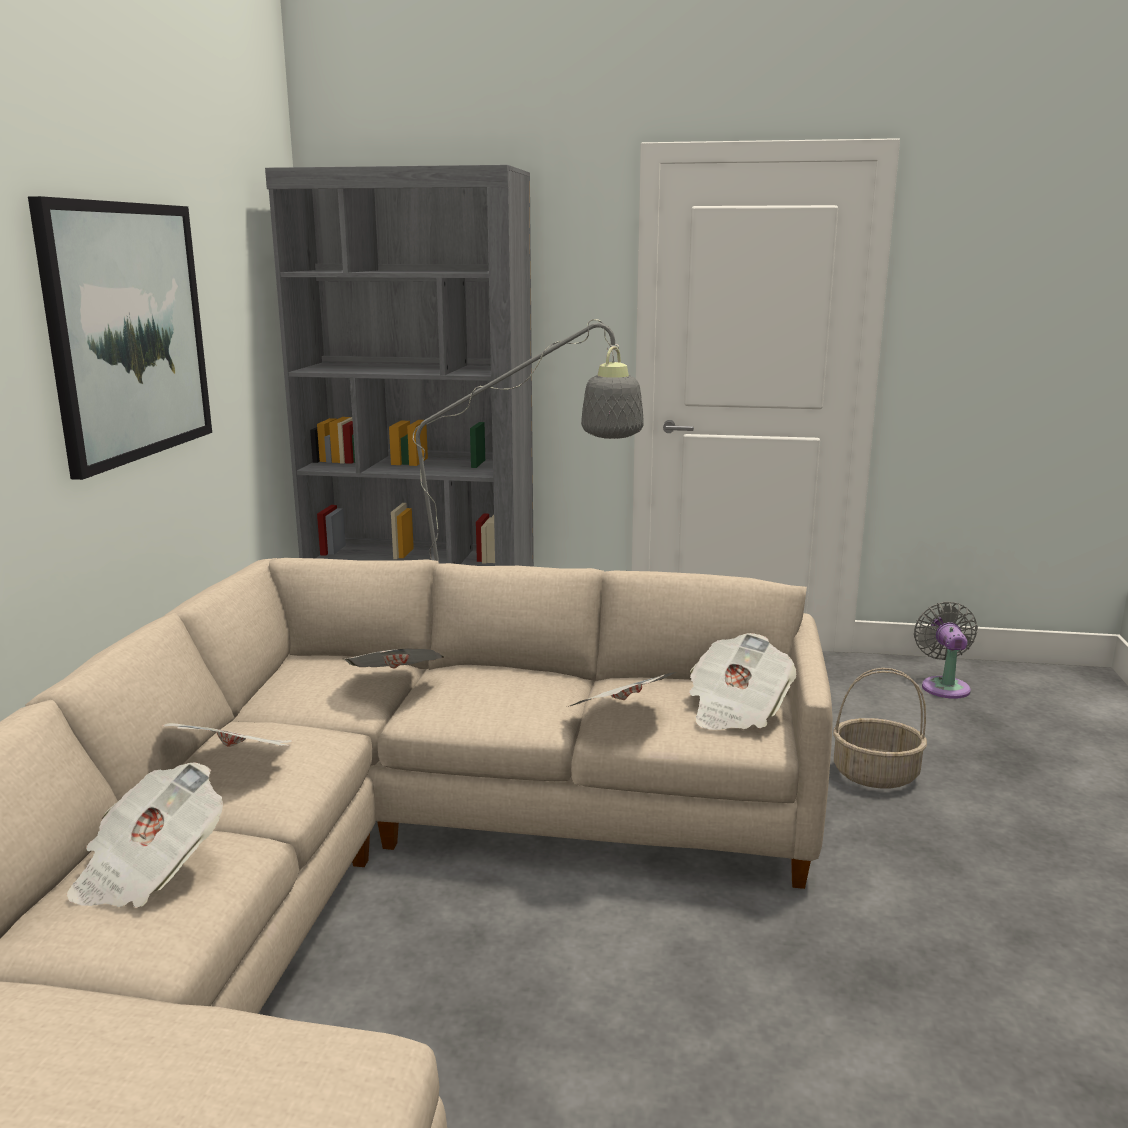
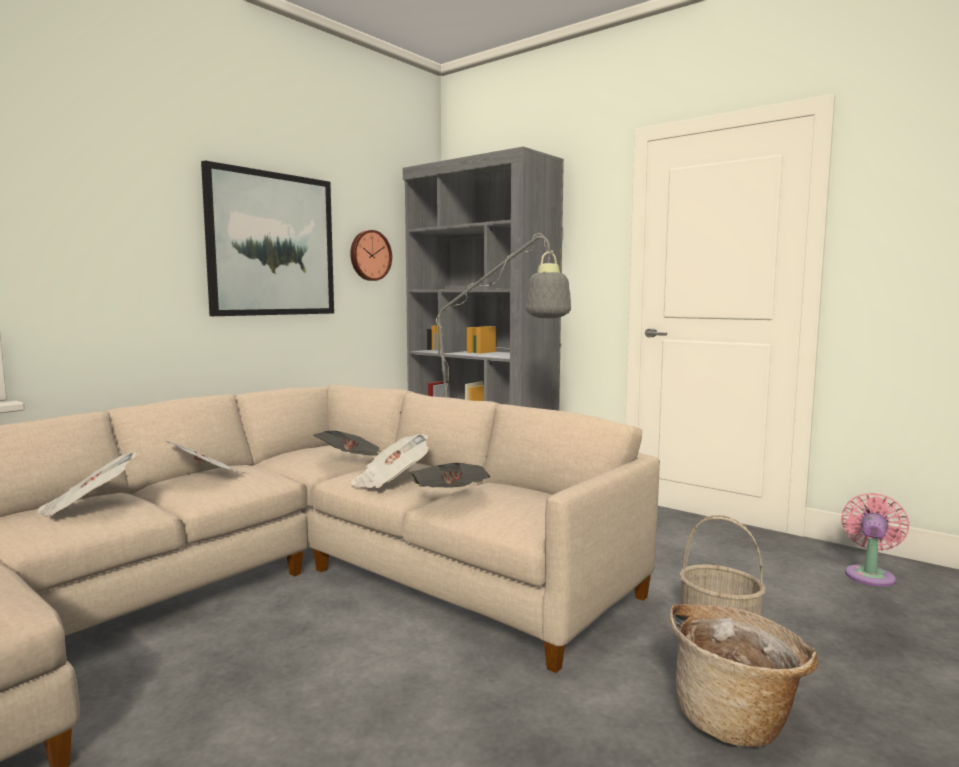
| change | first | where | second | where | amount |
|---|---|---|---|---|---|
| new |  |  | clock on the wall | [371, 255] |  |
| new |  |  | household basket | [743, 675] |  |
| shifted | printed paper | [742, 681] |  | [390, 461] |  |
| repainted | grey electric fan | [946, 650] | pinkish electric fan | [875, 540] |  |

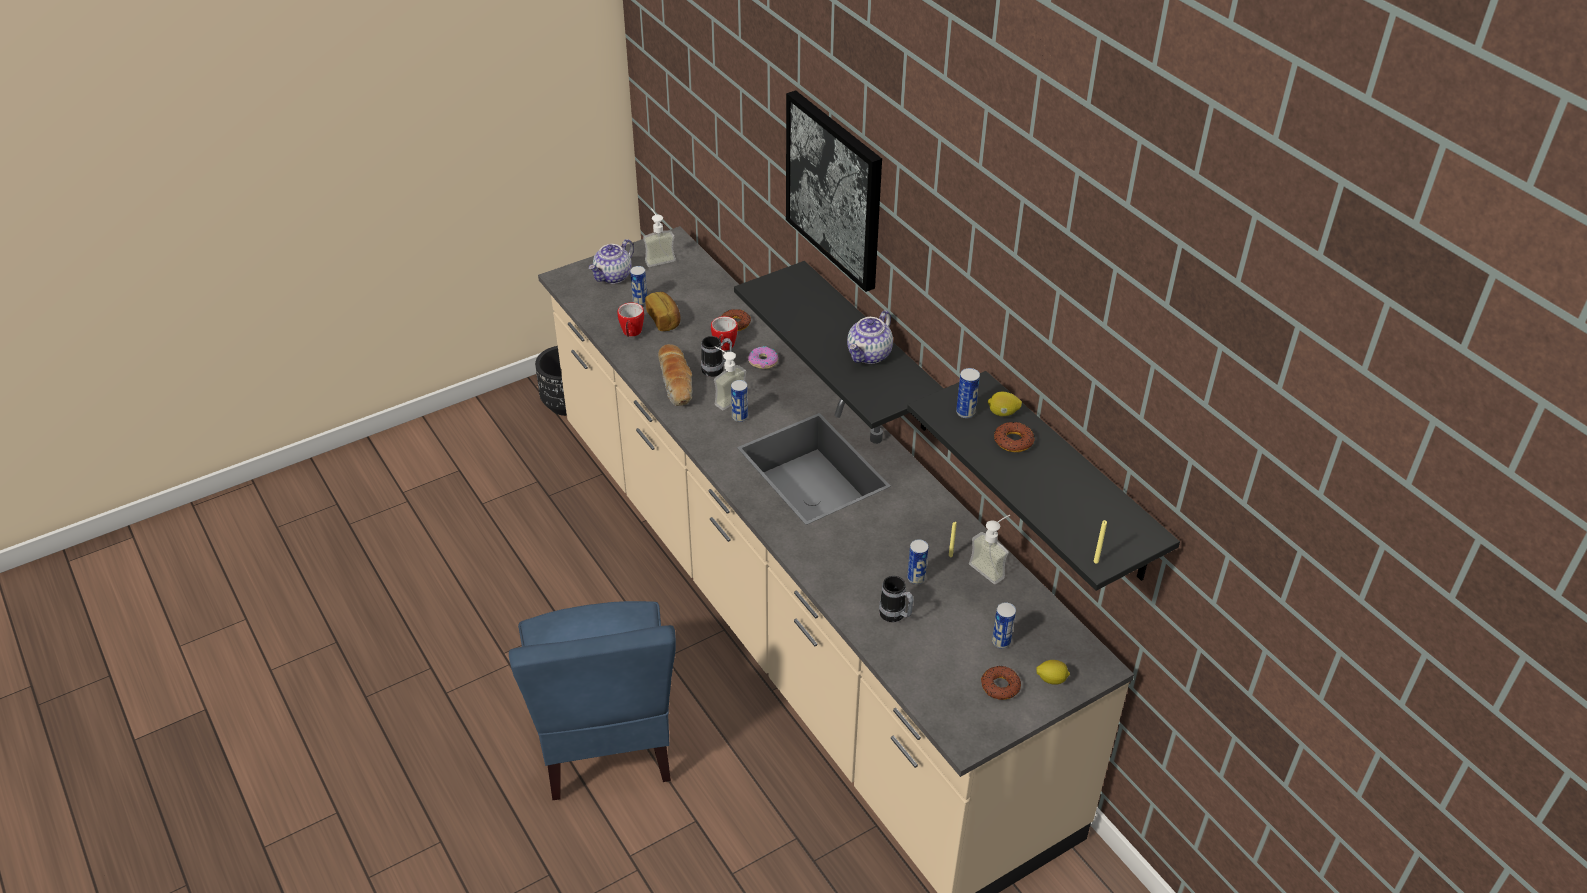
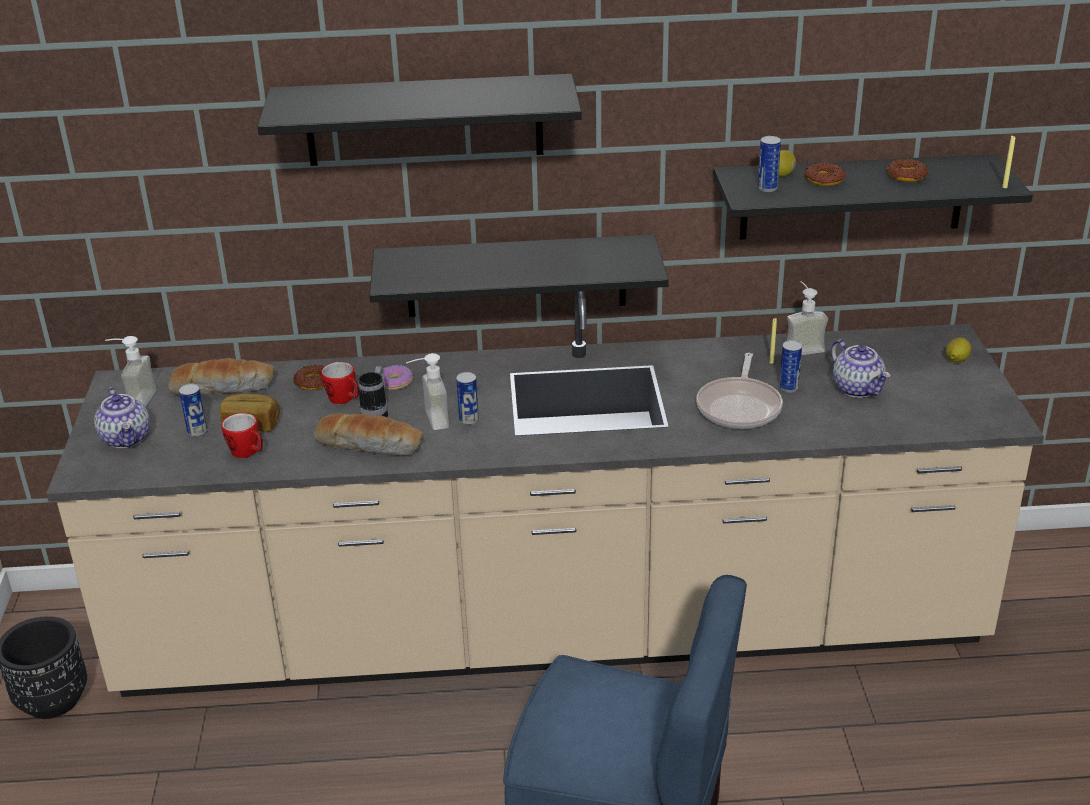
| change | first | where | second | where | amount |
|---|---|---|---|---|---|
| gone | tea mug | [896, 599] |  |  |  |
| gone | metal can | [1004, 625] |  |  |  |
| new |  |  | bakery bread | [221, 376] |  |
| new |  |  | skillet | [739, 391] |  |
| shifted | teapot | [870, 337] |  | [860, 369] |  |
| shifted | doughnut | [1001, 683] |  | [907, 170] |  |
| swapped | wall picture | [834, 191] | black bracket shelf | [420, 120] |  |

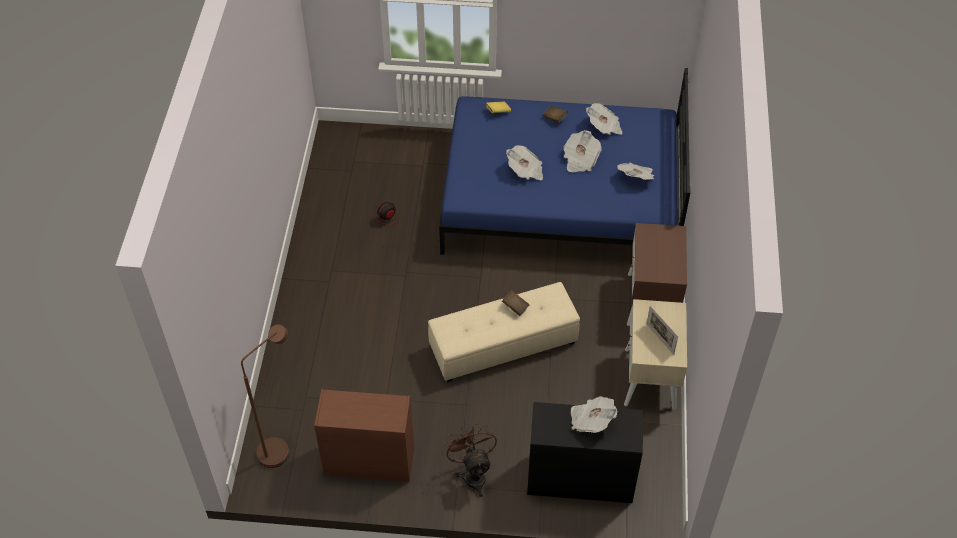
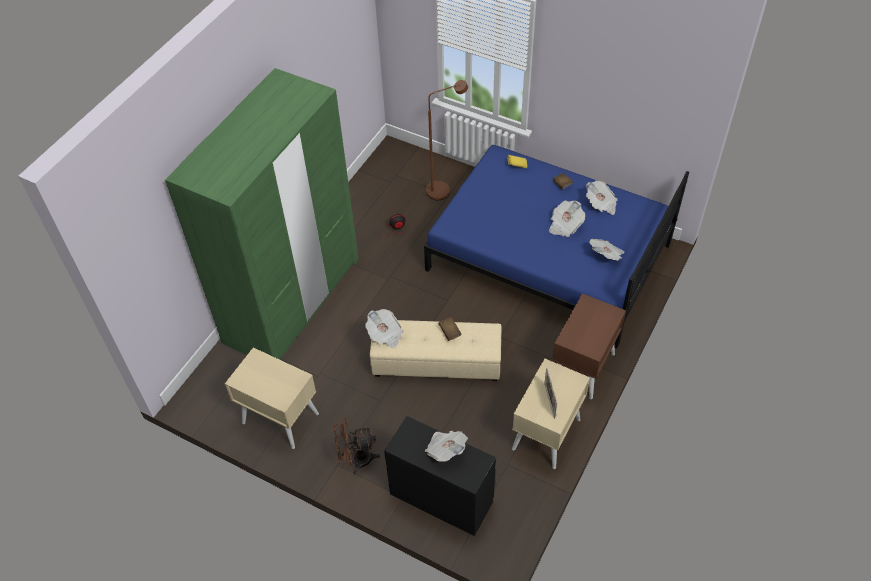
| change | first | where | second | where | amount |
|---|---|---|---|---|---|
| new |  |  | green armoire | [262, 214] |  |
| shifted | brown floor lamp | [265, 396] |  | [447, 140] |  |
| shifted | printed paper | [524, 162] |  | [384, 329] |  |
| swapped | brown chest of drawers | [364, 436] | beige night table | [272, 398] |  |
| rotated | brown electric fan | [470, 460] |  | [357, 446] | 105 degrees counterclockwise |

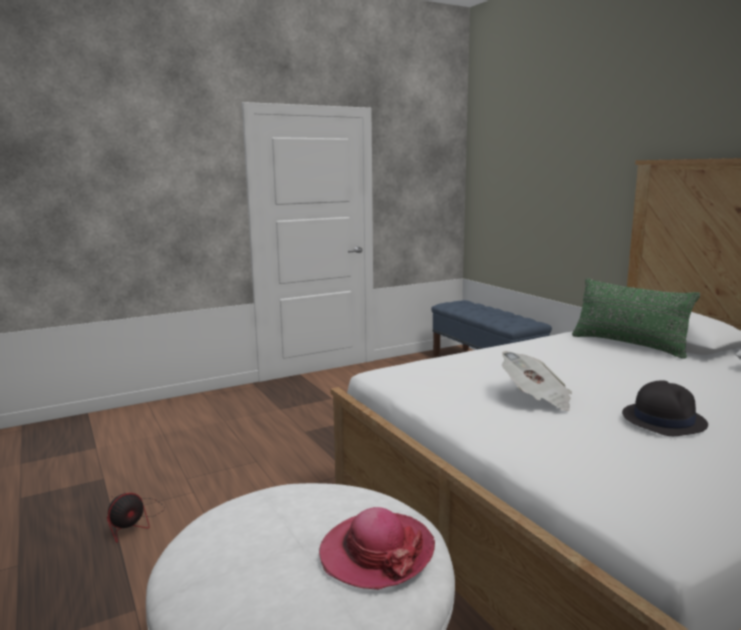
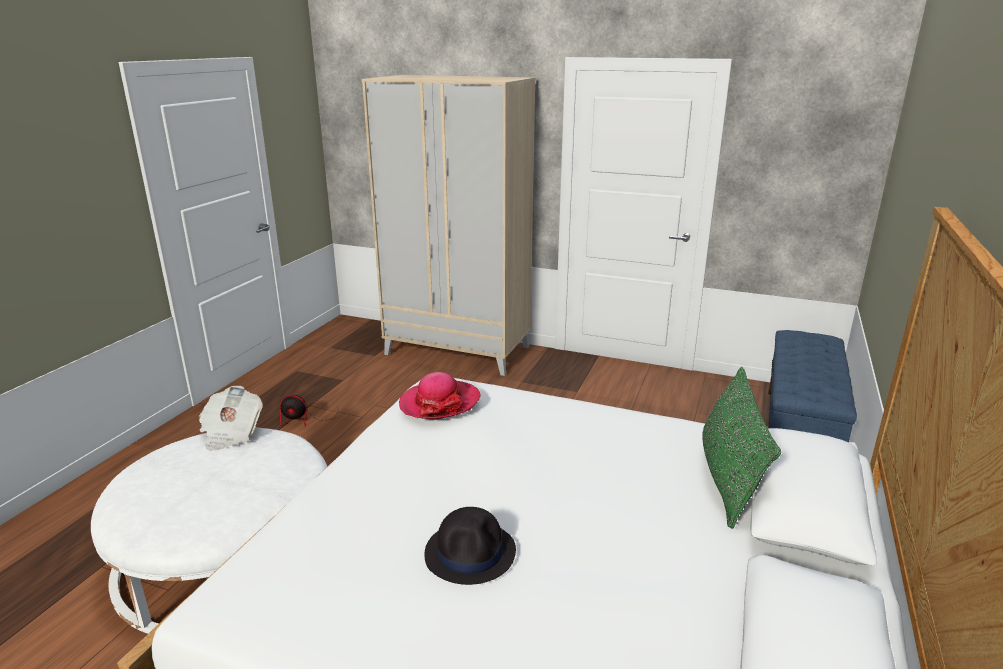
| change | first | where | second | where | amount |
|---|---|---|---|---|---|
| new |  |  | beige armoire | [448, 225] |  |
| shifted | hat | [377, 548] |  | [439, 396] |  |
| shifted | printed paper | [537, 381] |  | [231, 418] |  |

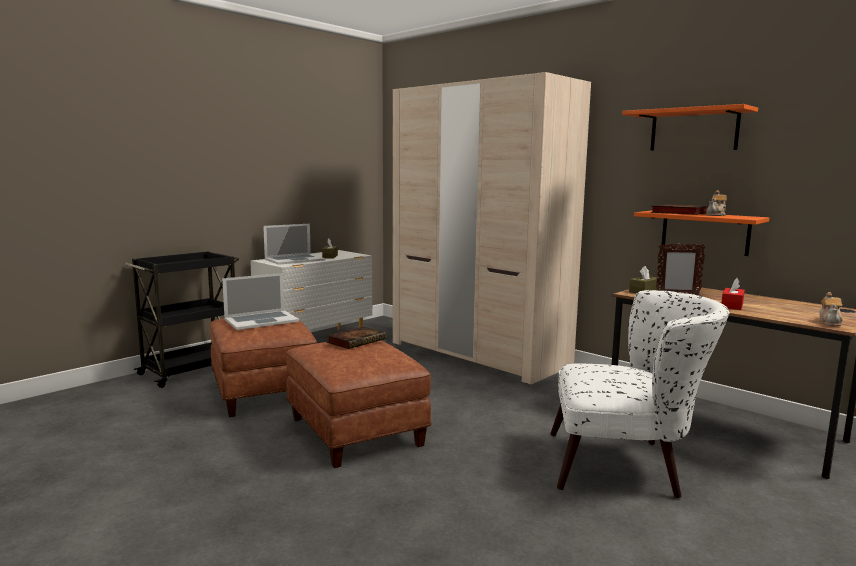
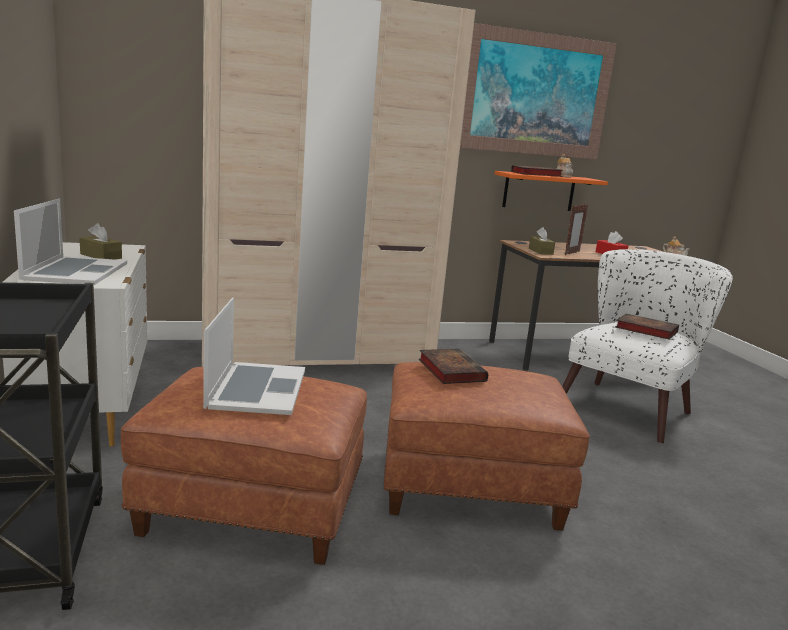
| change | first | where | second | where | amount |
|---|---|---|---|---|---|
| new |  |  | bound book | [647, 326] |  |
| swapped | orangey bracket shelf | [690, 127] | wall picture | [538, 91] |  |

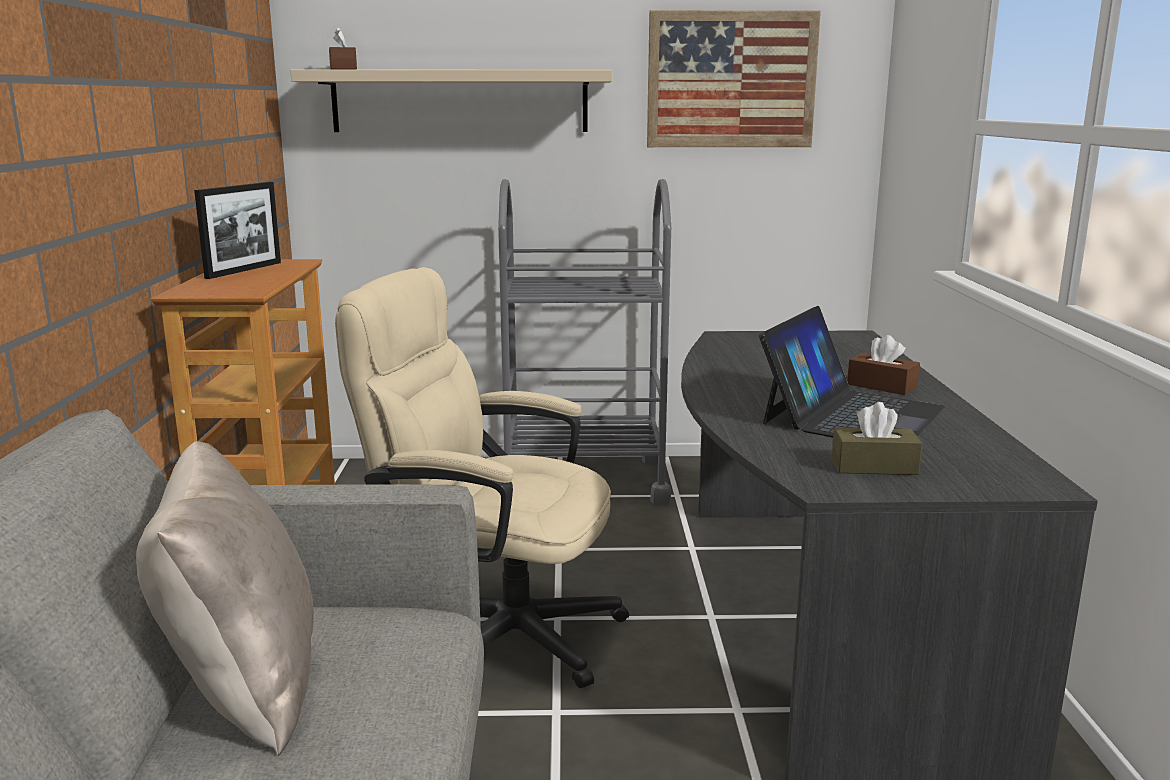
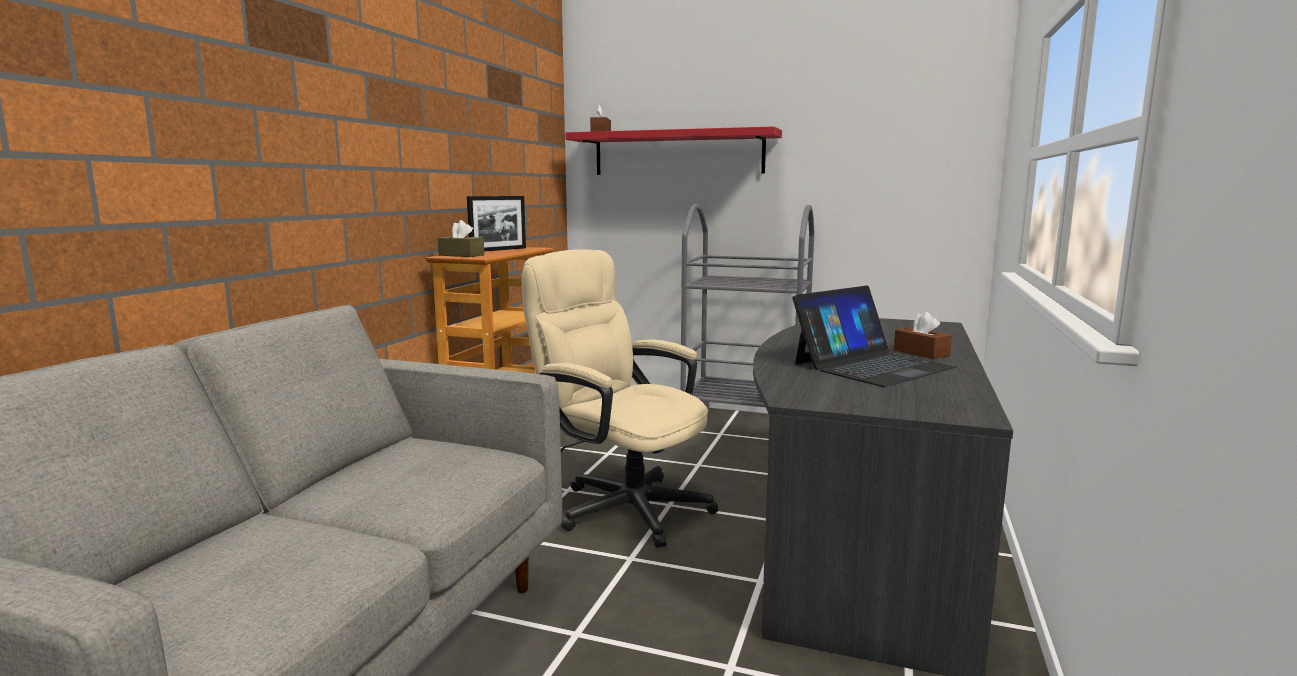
| change | first | where | second | where | amount |
|---|---|---|---|---|---|
| gone | beige pillow | [225, 598] |  |  |  |
| gone | wall picture | [734, 78] |  |  |  |
| shifted | brown box of tissues | [877, 438] |  | [461, 238] |  |
| repainted | beige bracket shelf | [451, 101] | reddish bracket shelf | [673, 150] |  |

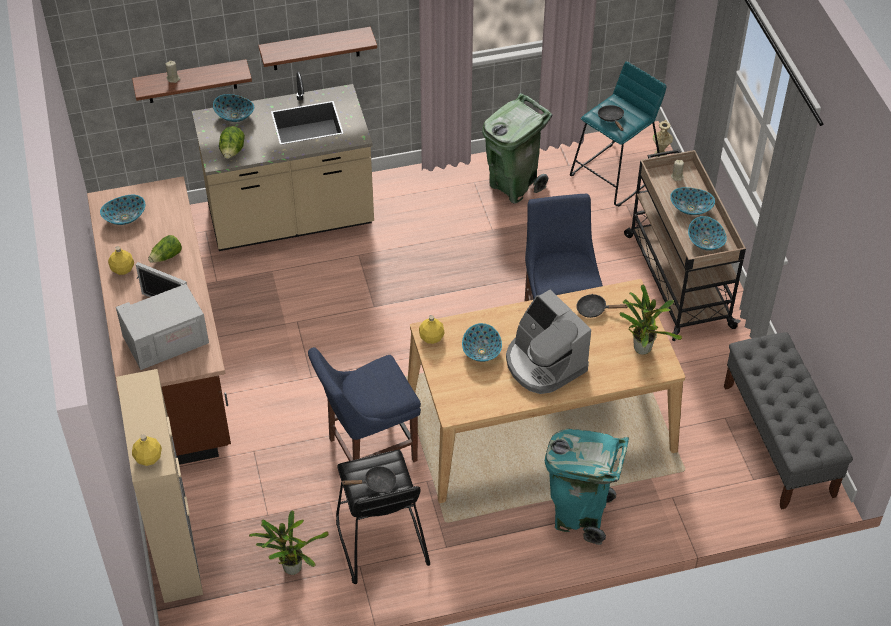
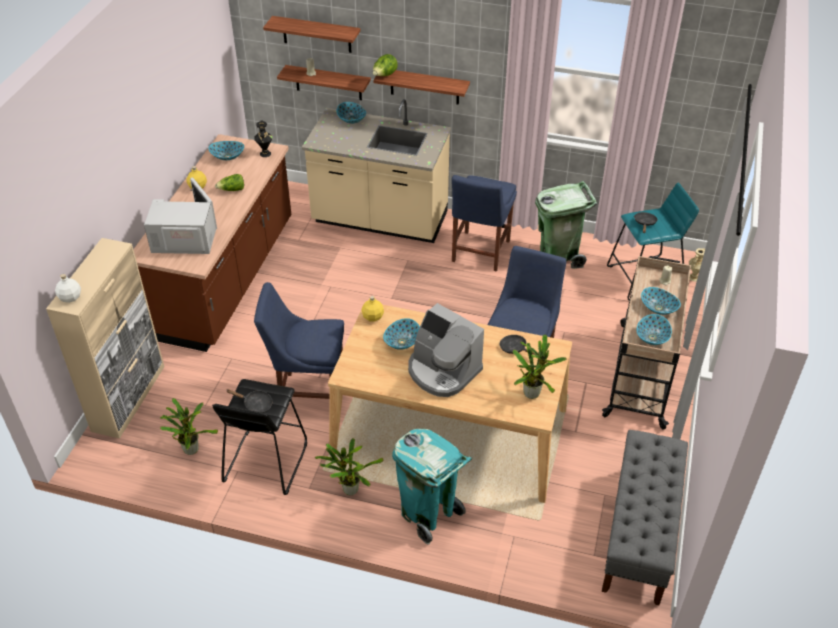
| change | first | where | second | where | amount |
|---|---|---|---|---|---|
| new |  |  | black decorative vase | [263, 138] |  |
| new |  |  | bracket shelf | [311, 34] |  |
| new |  |  | houseplant | [349, 466] |  |
| new |  |  | bluish upright chair | [484, 223] |  |
| shifted | head of lettuce | [232, 142] |  | [385, 65] |  |
| repainted | yellow-coloured drink bottle | [147, 450] | whitish drink bottle | [68, 288] |  |
| rotated | coffee maker | [548, 342] |  | [446, 350] | 45 degrees counterclockwise |

